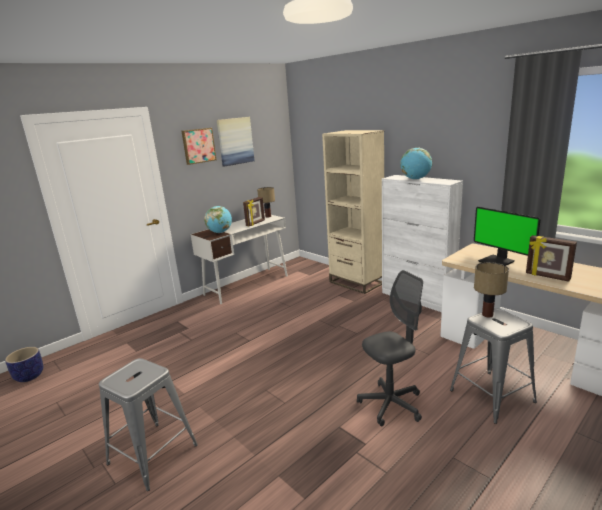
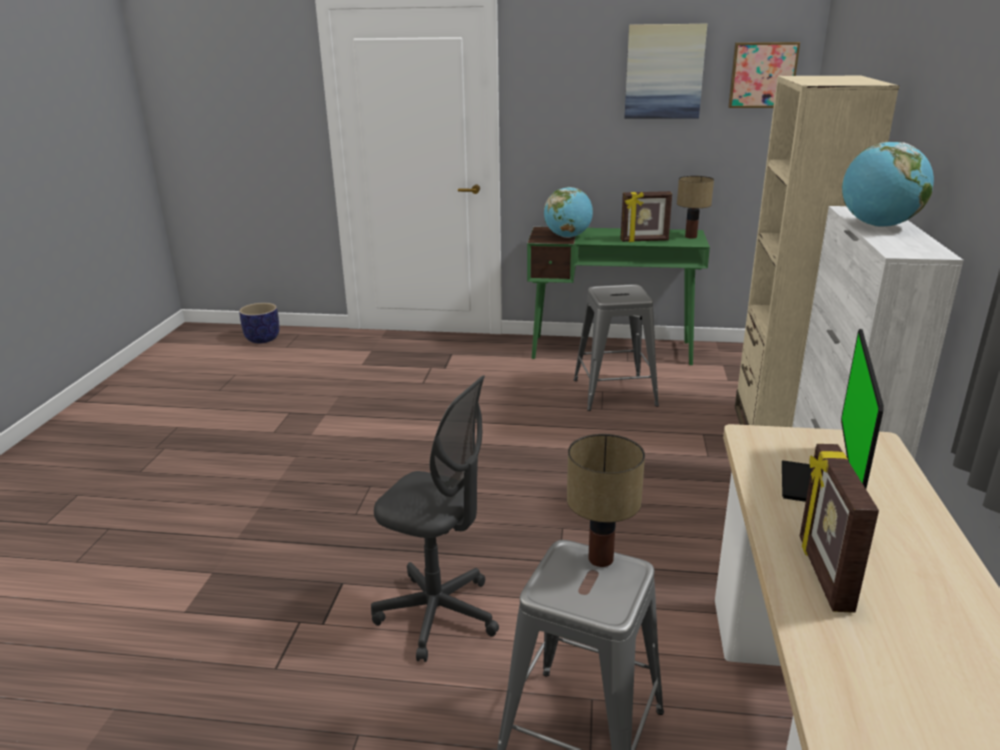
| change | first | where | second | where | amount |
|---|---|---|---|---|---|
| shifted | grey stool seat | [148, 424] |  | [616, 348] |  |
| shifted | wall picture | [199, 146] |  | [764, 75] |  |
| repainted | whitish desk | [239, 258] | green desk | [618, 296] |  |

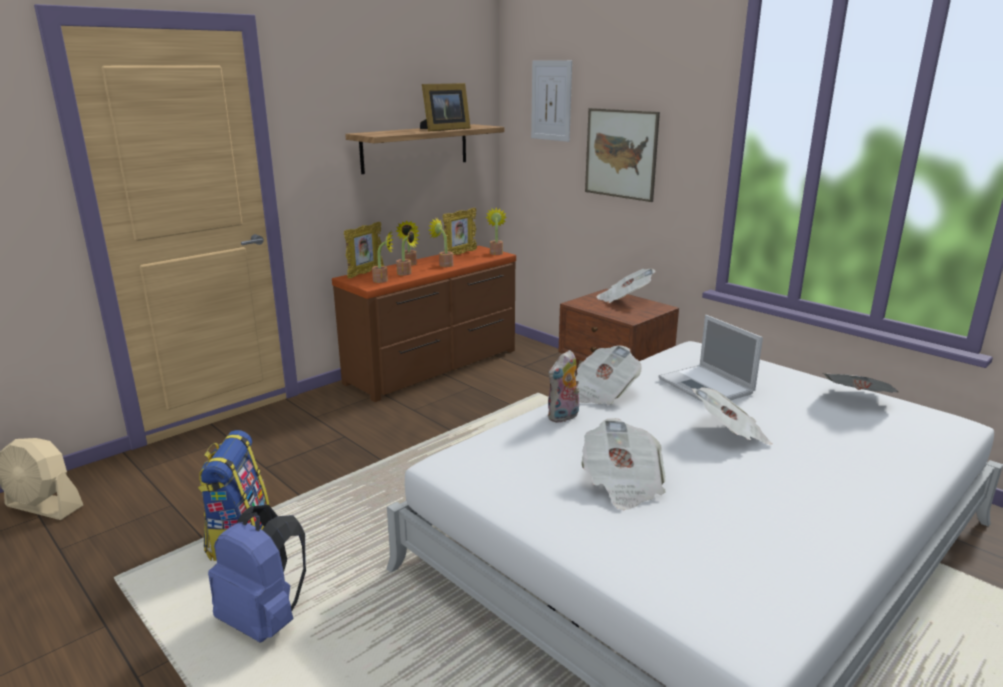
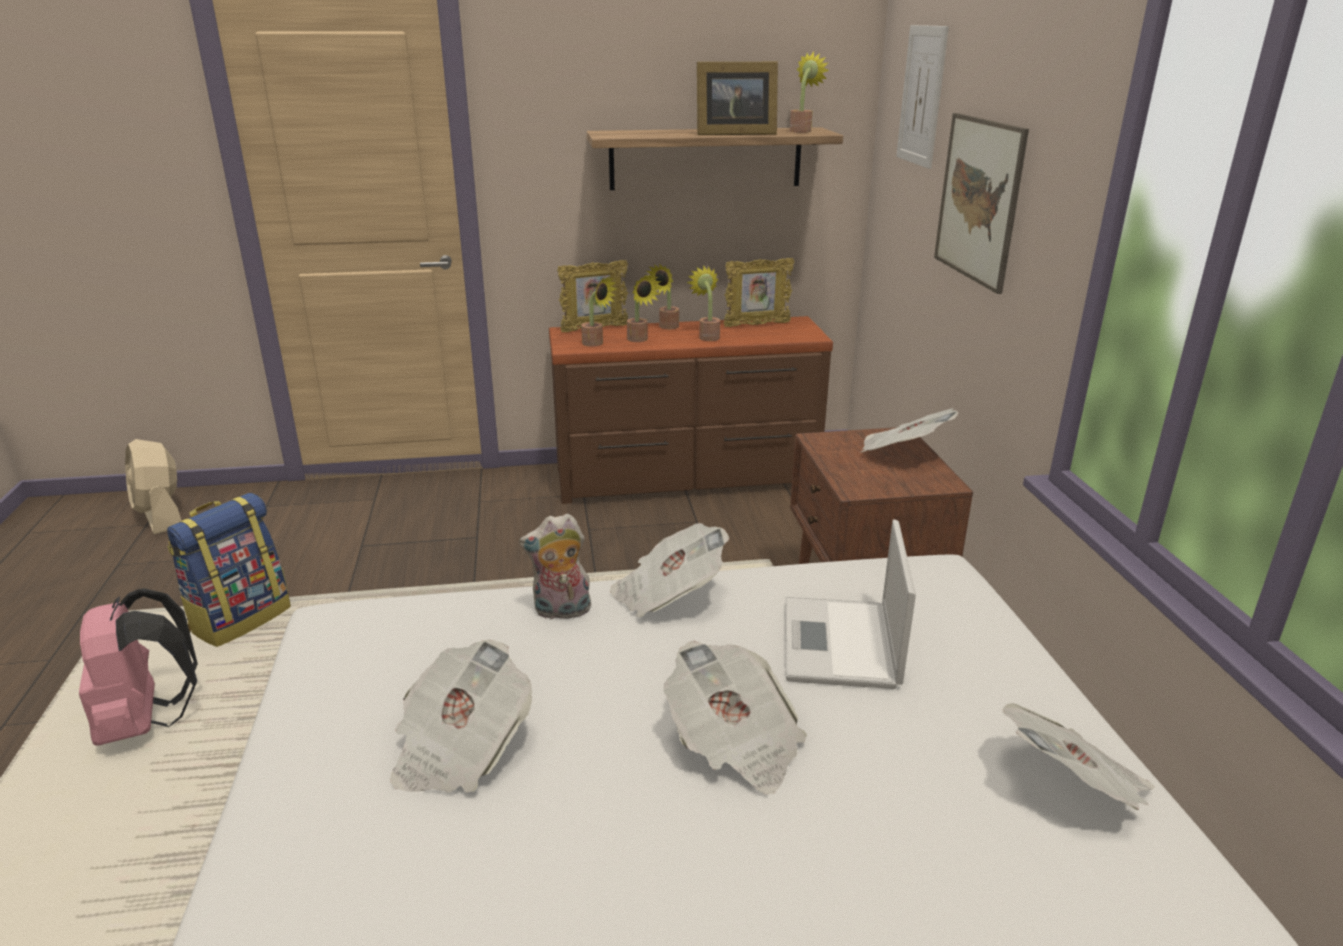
| change | first | where | second | where | amount |
|---|---|---|---|---|---|
| shifted | houseplant | [496, 231] |  | [809, 92] |  |
| repainted | bluish backpack | [257, 574] | pinkish backpack | [138, 667] |  |

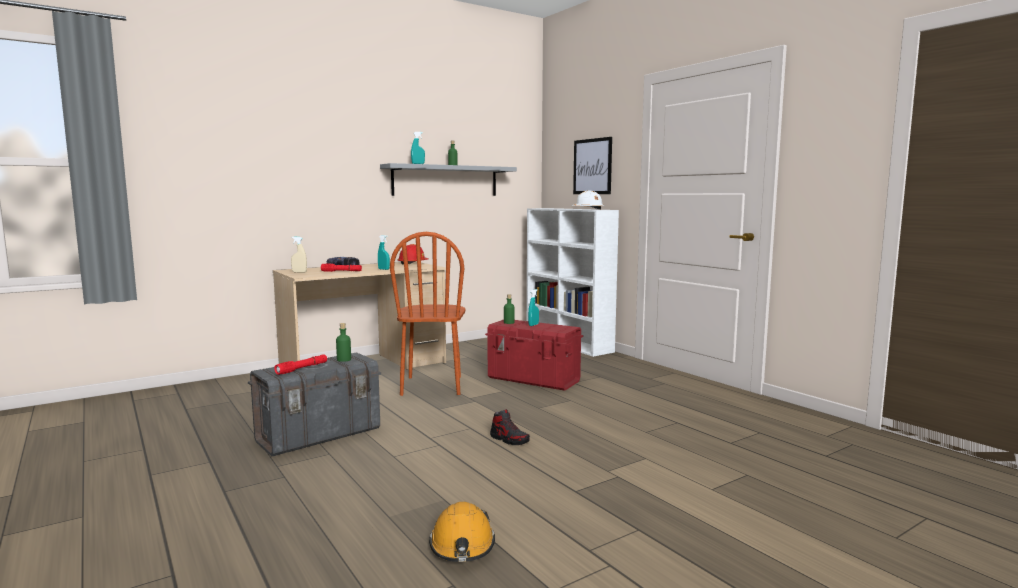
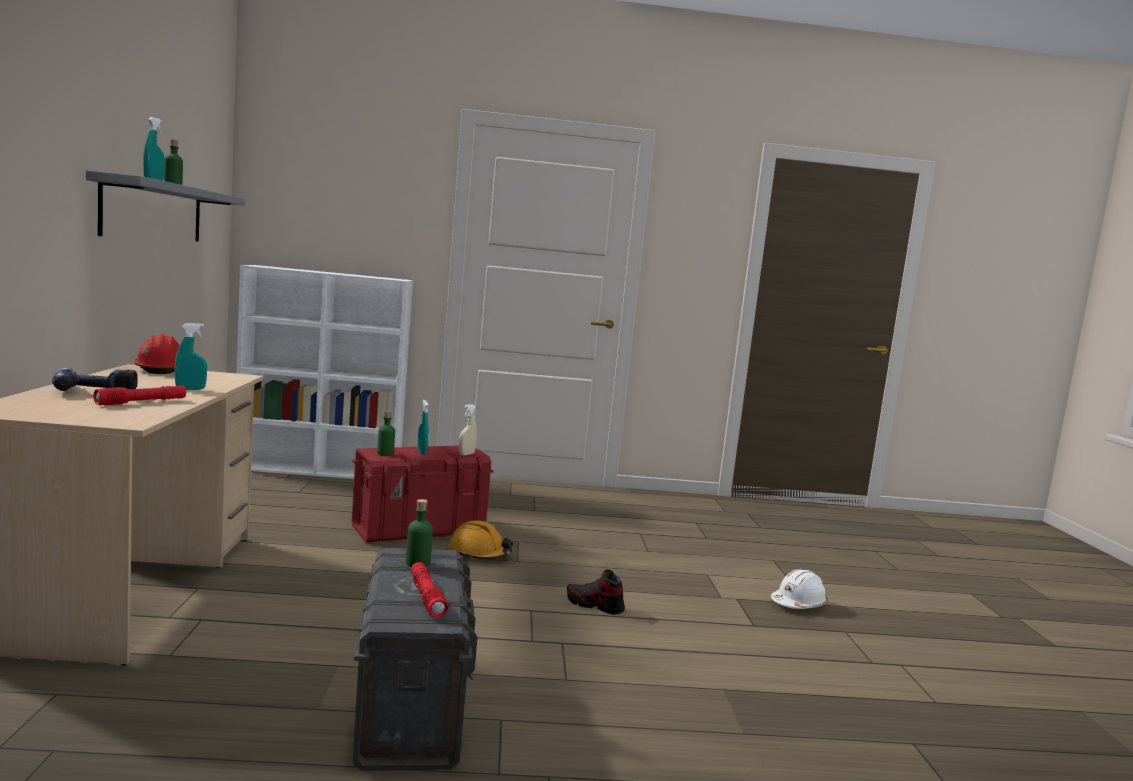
| change | first | where | second | where | amount |
|---|---|---|---|---|---|
| gone | brown upright chair | [428, 314] |  |  |  |
| gone | wall picture | [592, 165] |  |  |  |
| shifted | beige sprayer | [299, 255] |  | [468, 430] |  |
| shifted | orangey work helmet | [462, 532] |  | [480, 539] |  |
| shifted | whitish work helmet | [587, 200] |  | [799, 589] |  |
| rotated | shoe | [510, 427] |  | [596, 592] | 135 degrees counterclockwise |

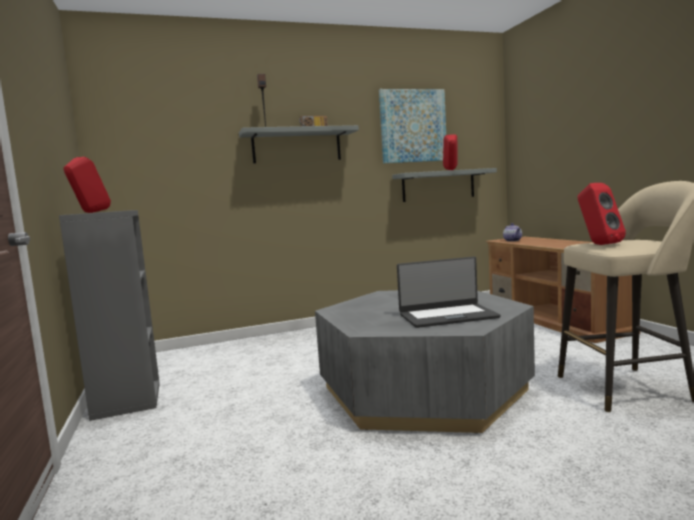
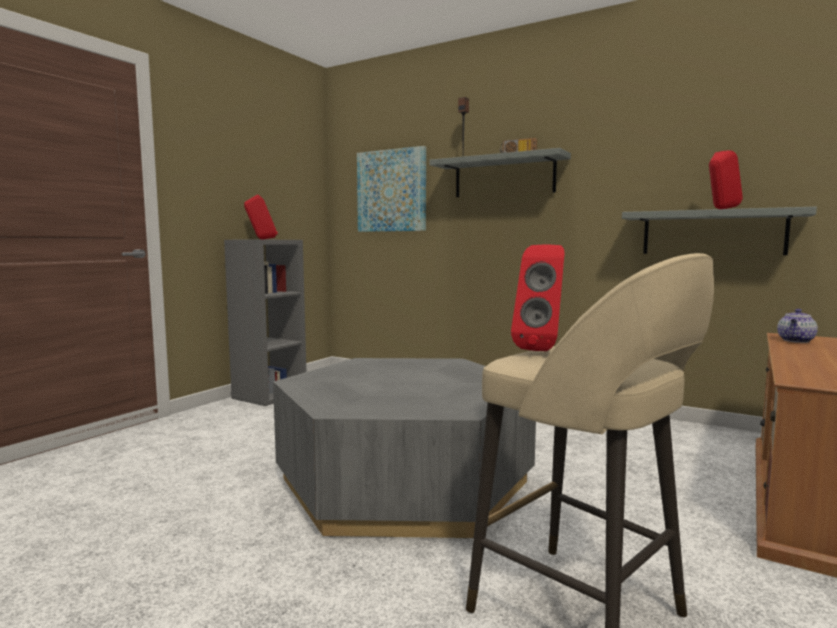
| change | first | where | second | where | amount |
|---|---|---|---|---|---|
| gone | laptop | [449, 292] |  |  |  |
| shifted | wall picture | [412, 126] |  | [391, 189] |  |

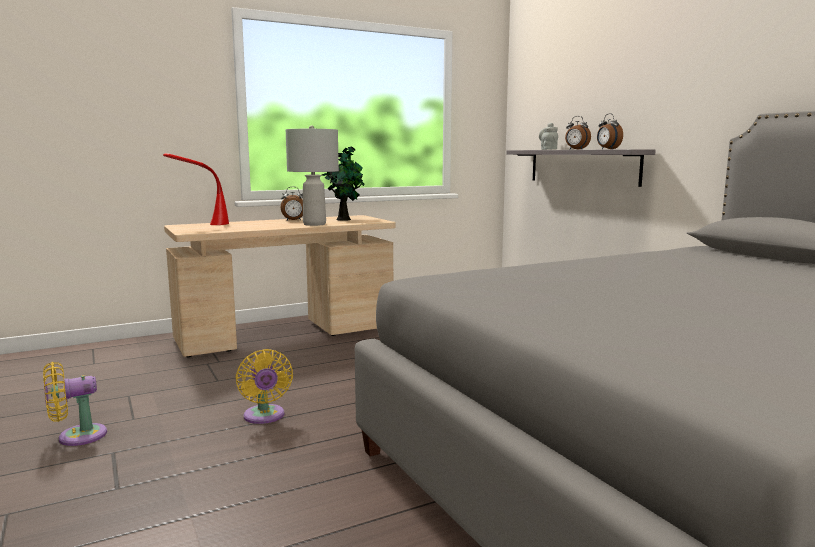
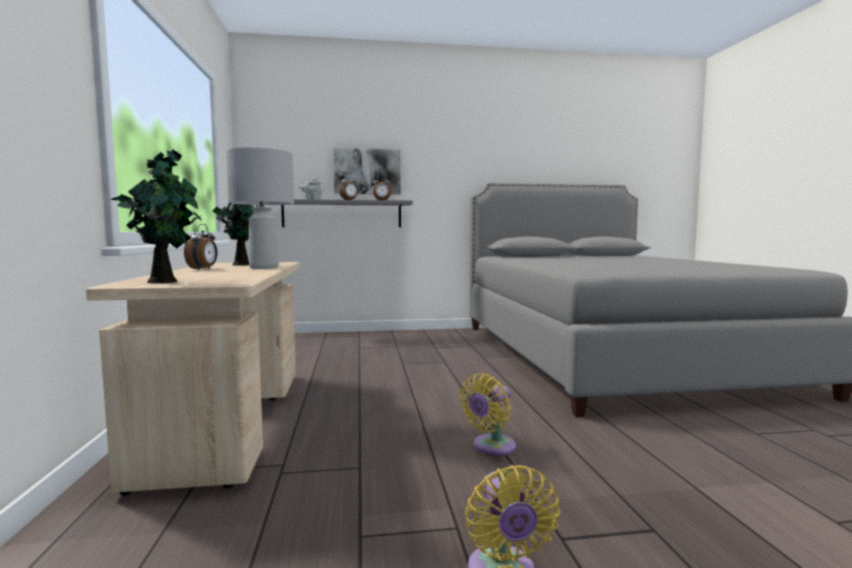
| change | first | where | second | where | amount |
|---|---|---|---|---|---|
| new |  |  | wall picture | [367, 171] |  |
| swapped | reddish lamp for a table | [196, 189] | houseplant | [156, 216] |  |
| rotated | yellow-coloured electric fan | [264, 386] |  | [487, 414] | 135 degrees clockwise |

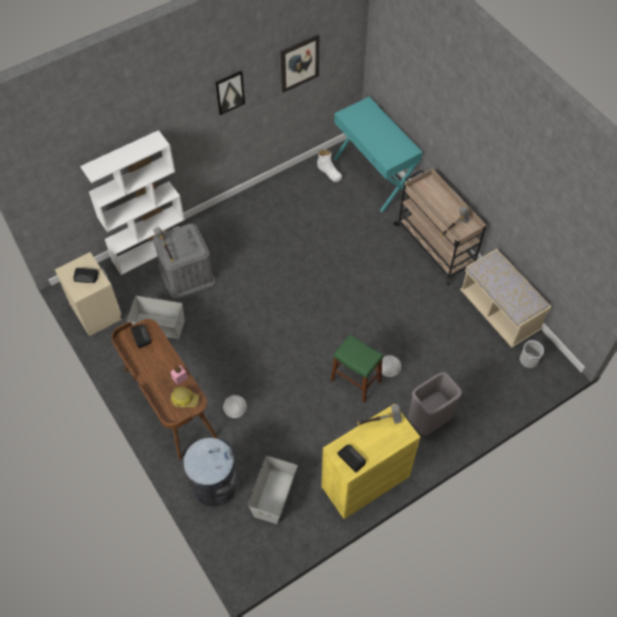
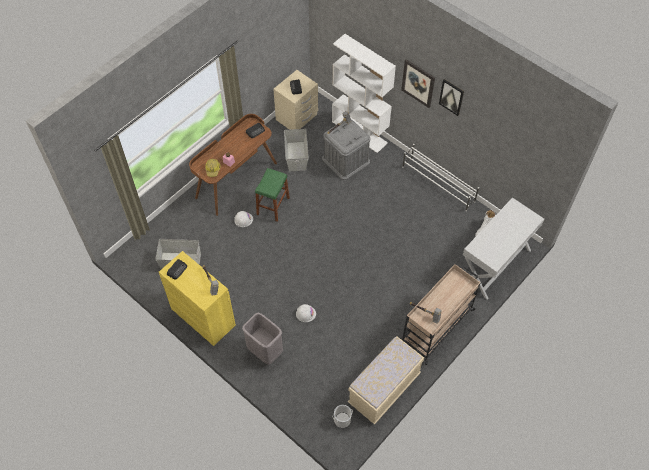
| change | first | where | second | where | amount |
|---|---|---|---|---|---|
| gone | grey rubbish bin | [210, 472] |  |  |  |
| new |  |  | whitish shoe stand | [440, 177] |  |
| shifted | wall picture | [300, 63] |  | [418, 83] |  |
| shifted | green stool seat | [357, 368] |  | [272, 195] |  |
| repainted | blue-green narrow table | [378, 154] | whitish narrow table | [503, 248] |  |

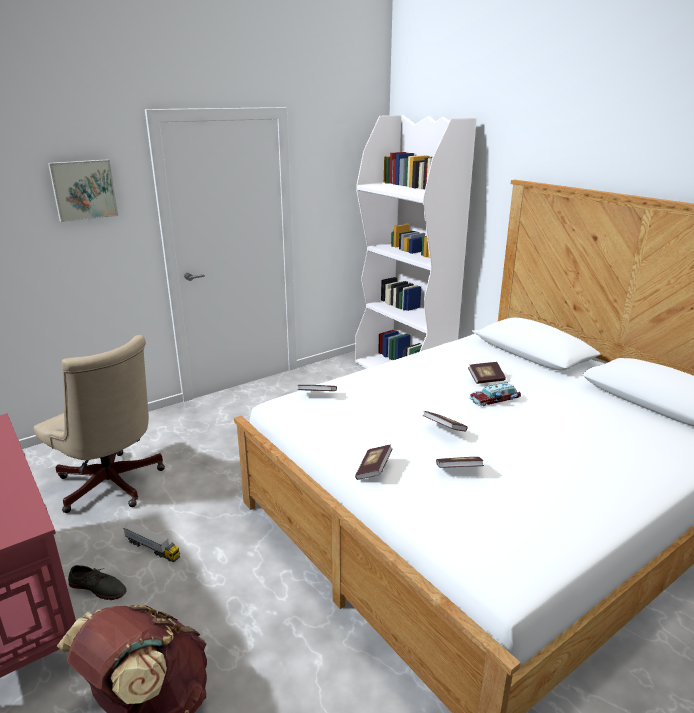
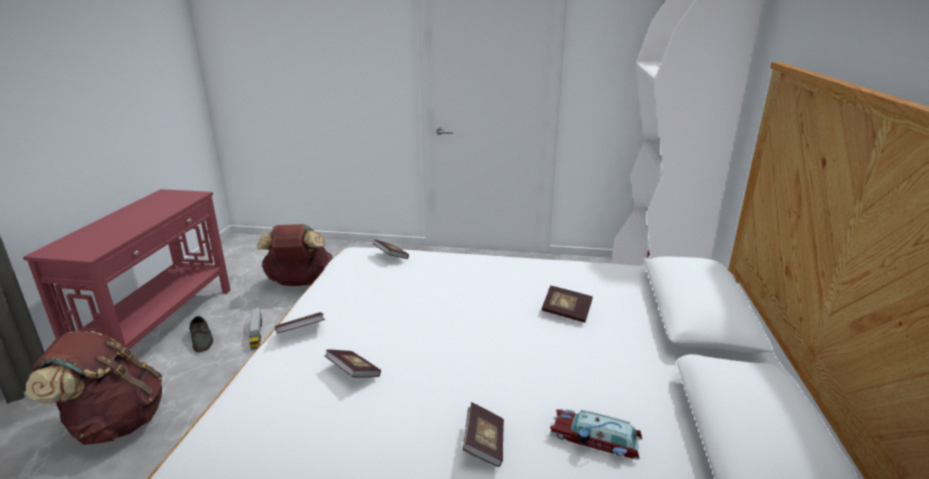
| change | first | where | second | where | amount |
|---|---|---|---|---|---|
| gone | wall picture | [83, 190] |  |  |  |
| shifted | bound book | [445, 421] |  | [483, 434] |  |
| shifted | miniature car | [495, 394] |  | [596, 434] |  |
| swapped | beige desk chair | [99, 424] | brown backpack | [294, 255] |  |

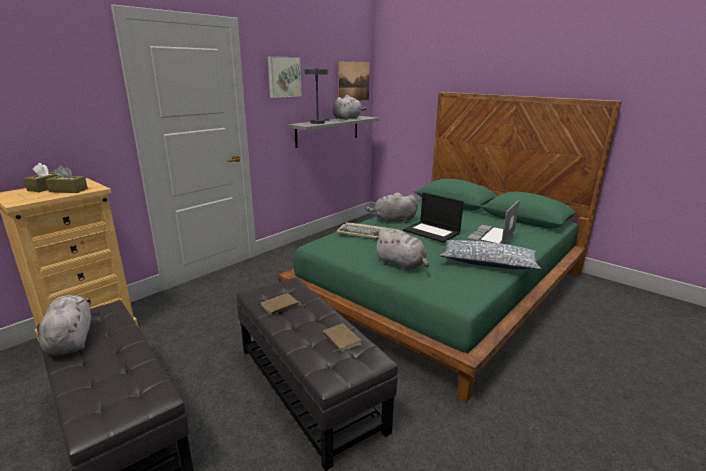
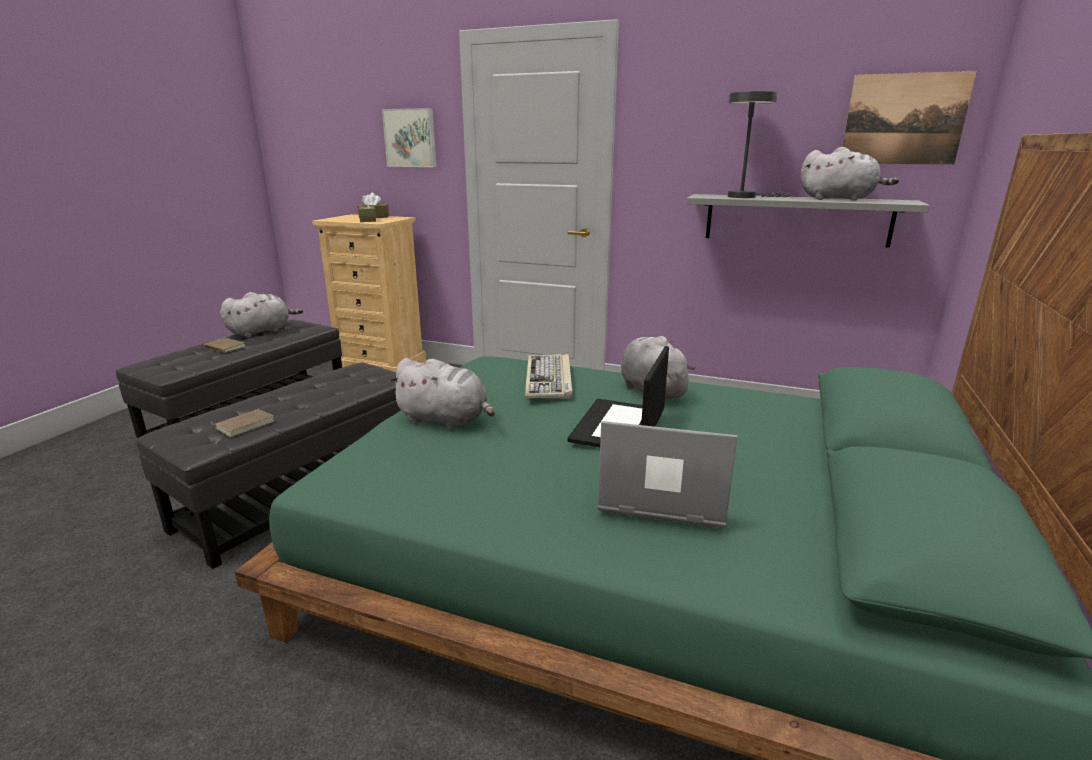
| change | first | where | second | where | amount |
|---|---|---|---|---|---|
| gone | pillow | [491, 255] |  |  |  |
| shifted | brown bound book | [281, 304] |  | [225, 345] |  |
| shifted | wall picture | [285, 77] |  | [409, 137] |  |
| rotated | grey plush toy | [401, 249] |  | [441, 394] | 90 degrees counterclockwise |

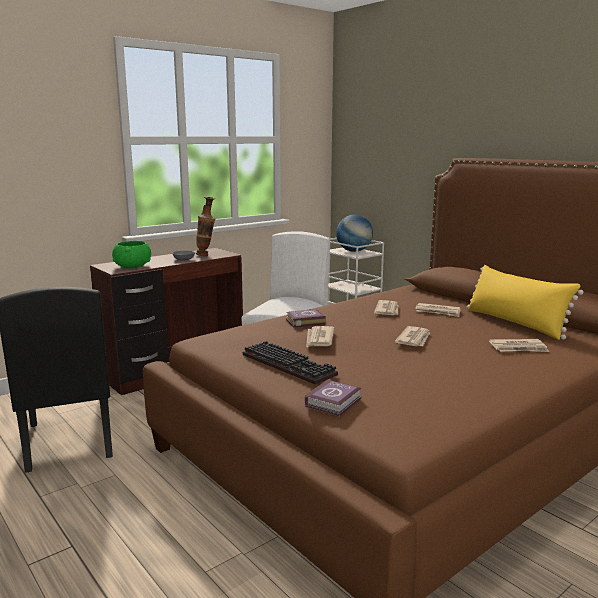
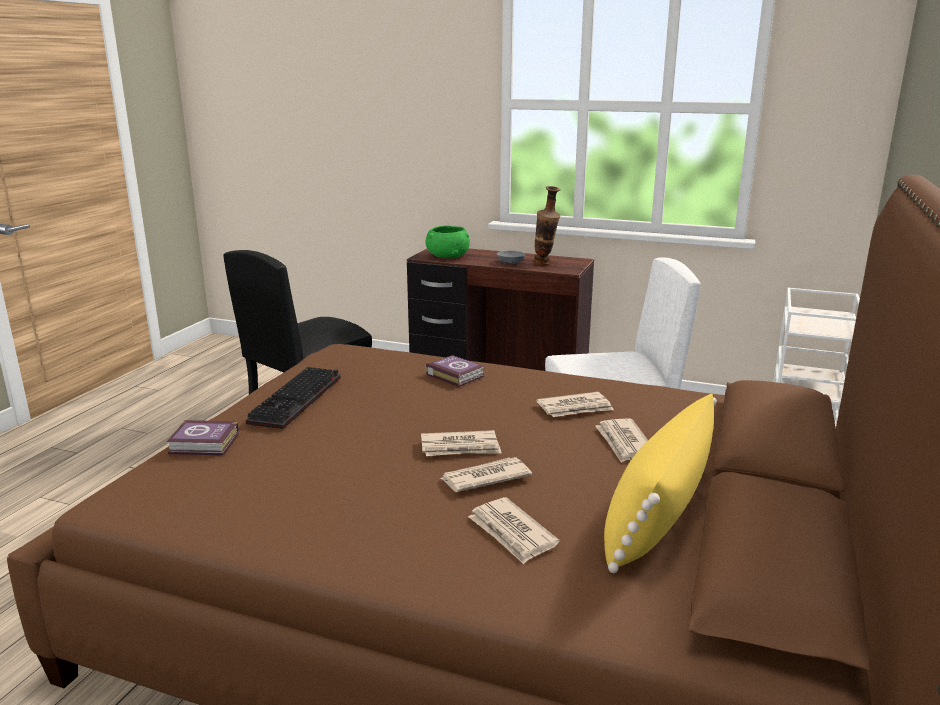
| change | first | where | second | where | amount |
|---|---|---|---|---|---|
| gone | desk globe | [354, 233] |  |  |  |
| shifted | printed paper | [320, 337] |  | [485, 474] |  |

